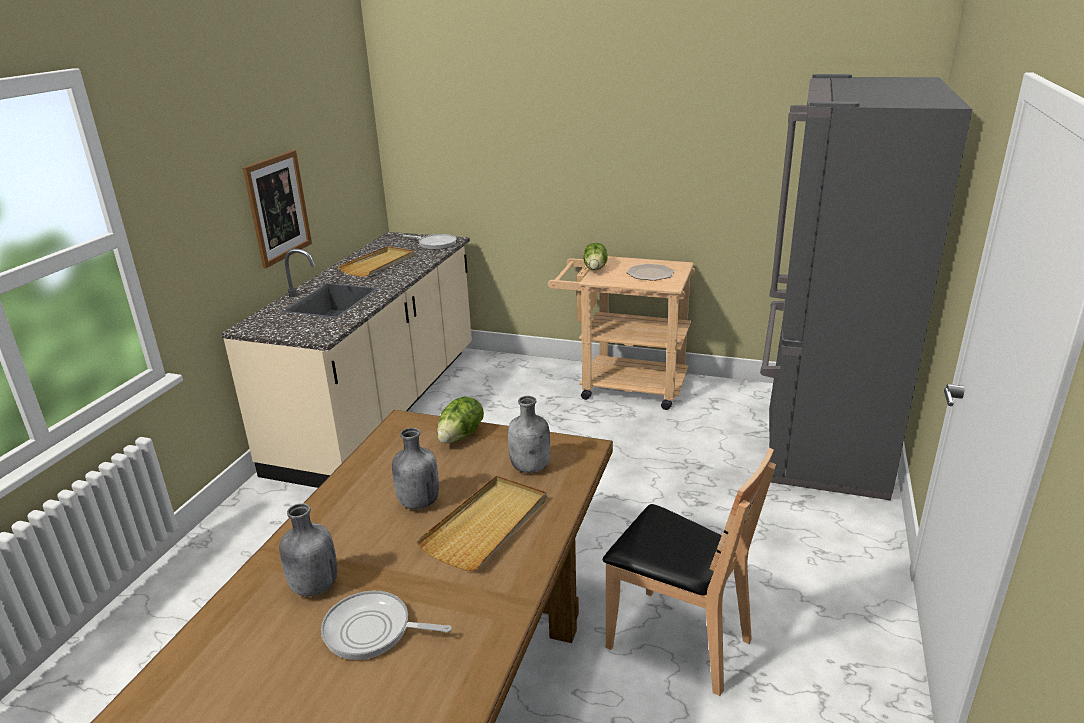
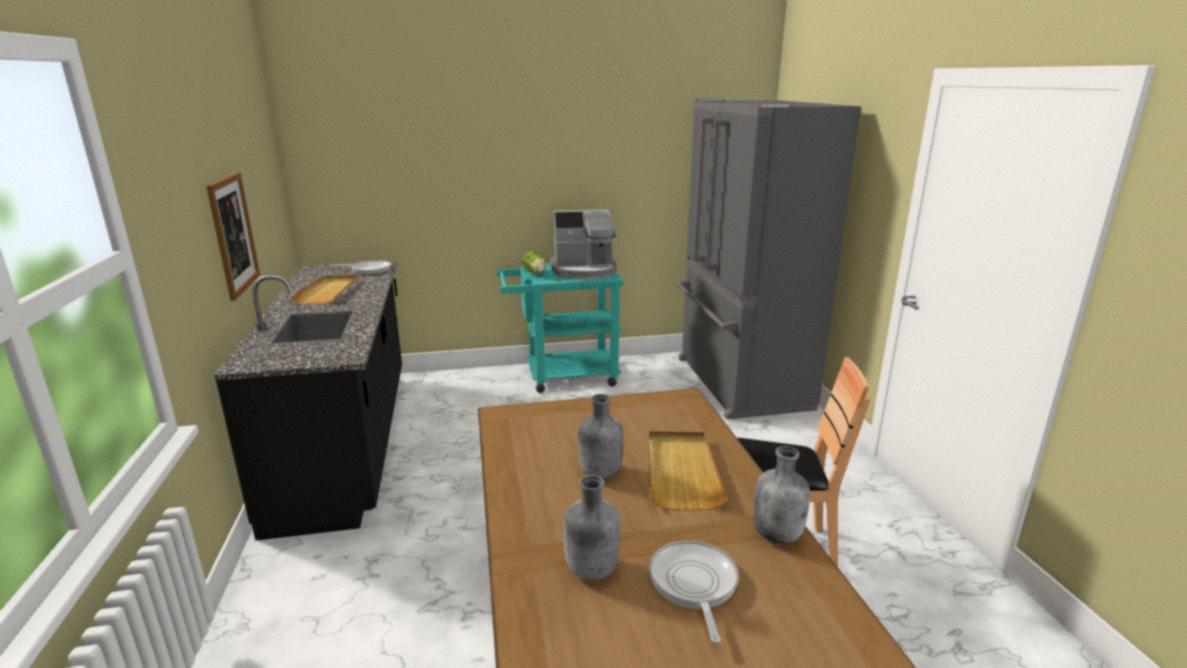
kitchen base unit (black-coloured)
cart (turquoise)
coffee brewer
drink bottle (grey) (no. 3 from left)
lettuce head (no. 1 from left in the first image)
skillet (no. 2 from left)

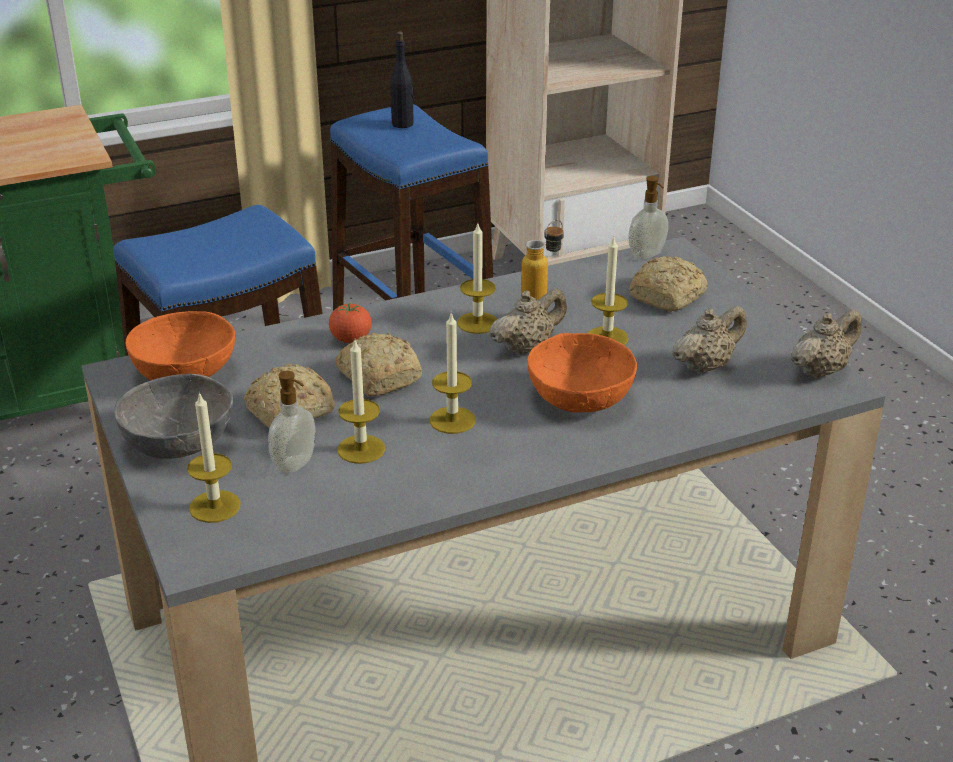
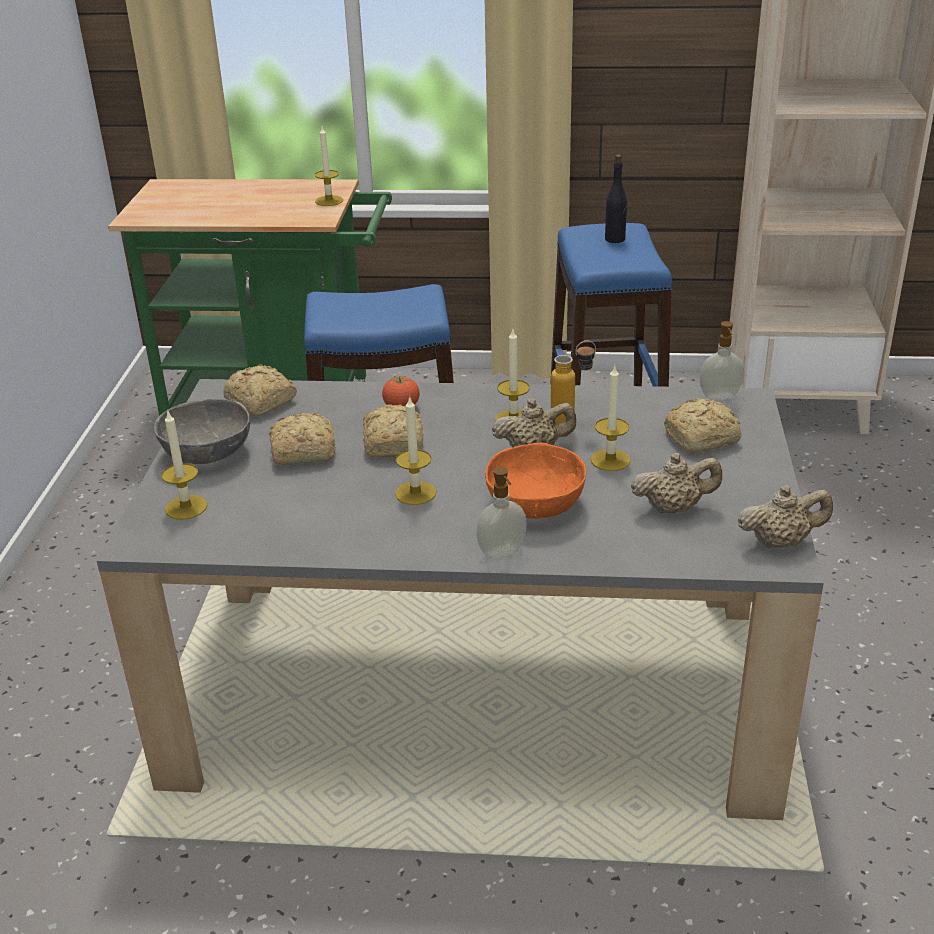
baked bread (no. 1 from left)
wax light (no. 2 from left)
soap bottle (no. 1 from left)

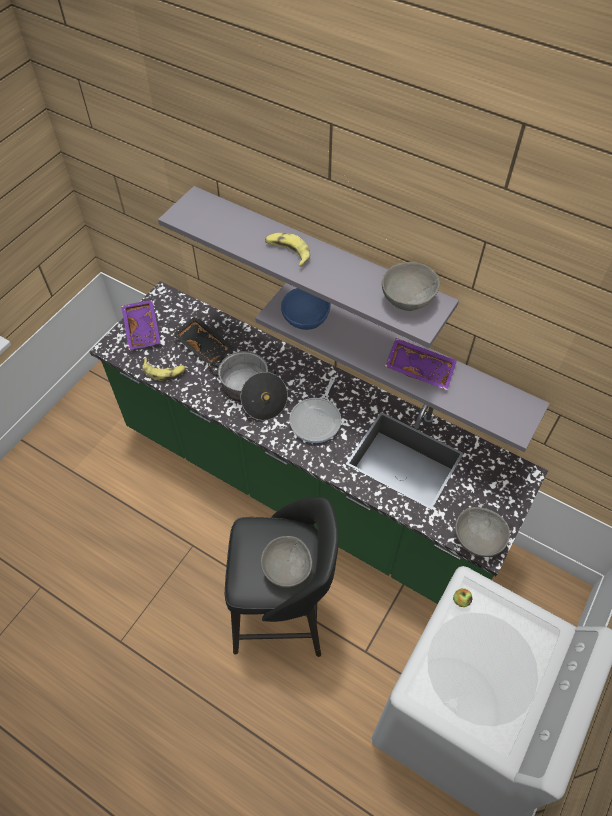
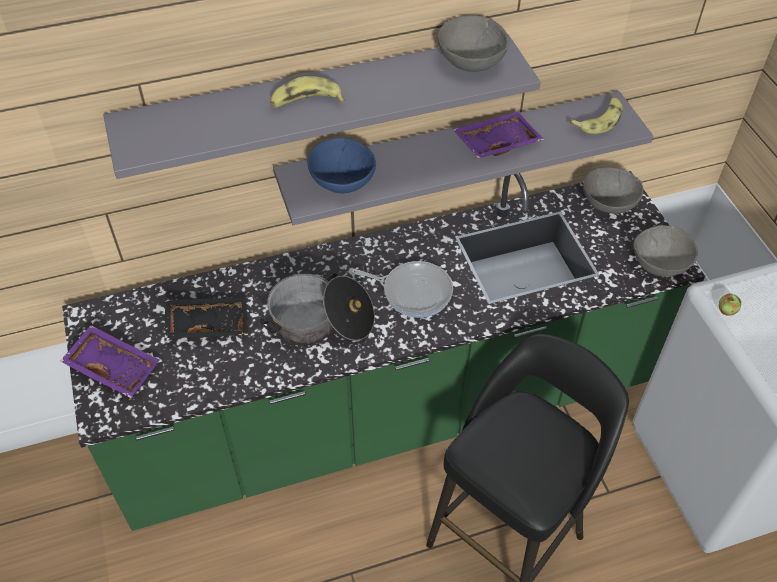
whole banana (no. 2 from left)
skillet
deep dish (grey) (no. 2 from left)

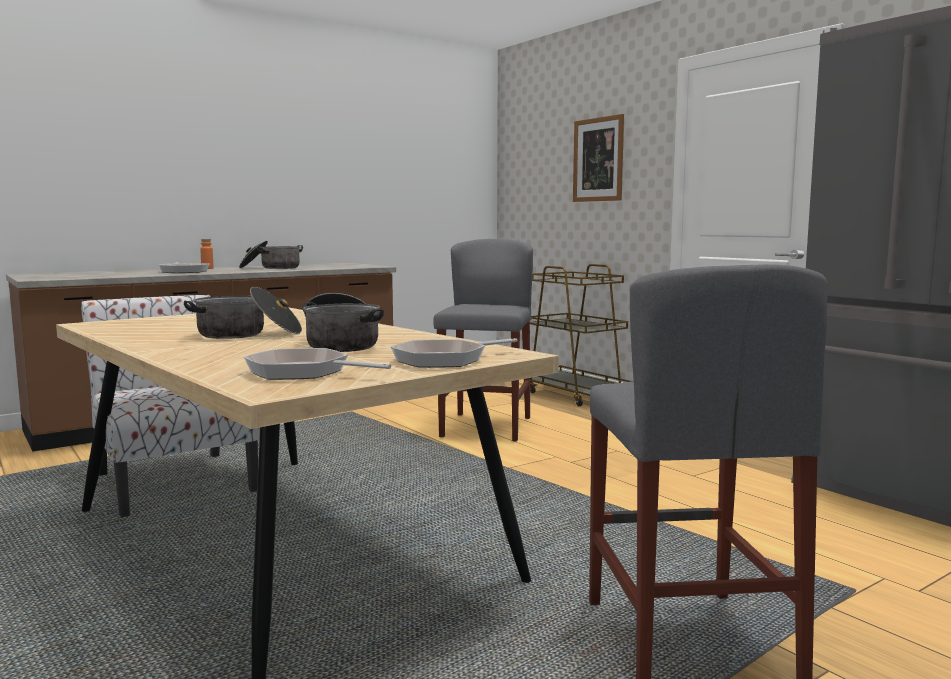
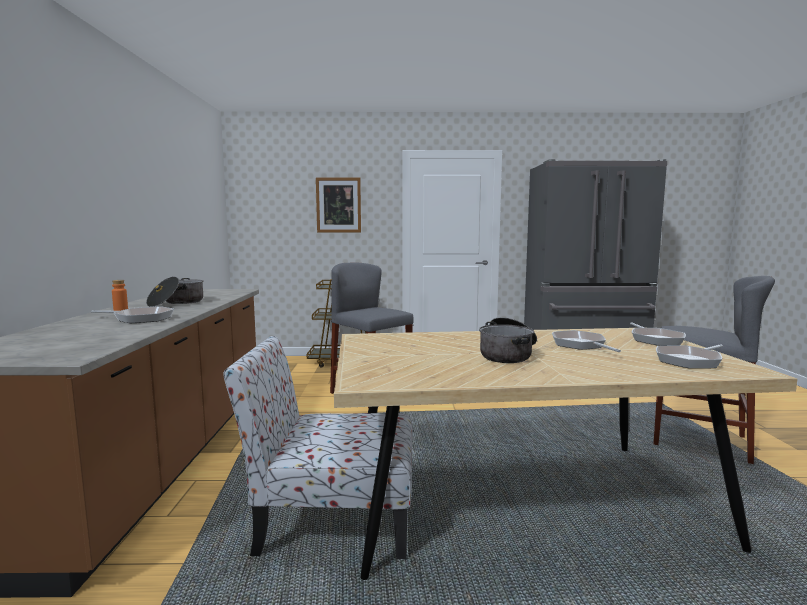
skillet (no. 2 from left)

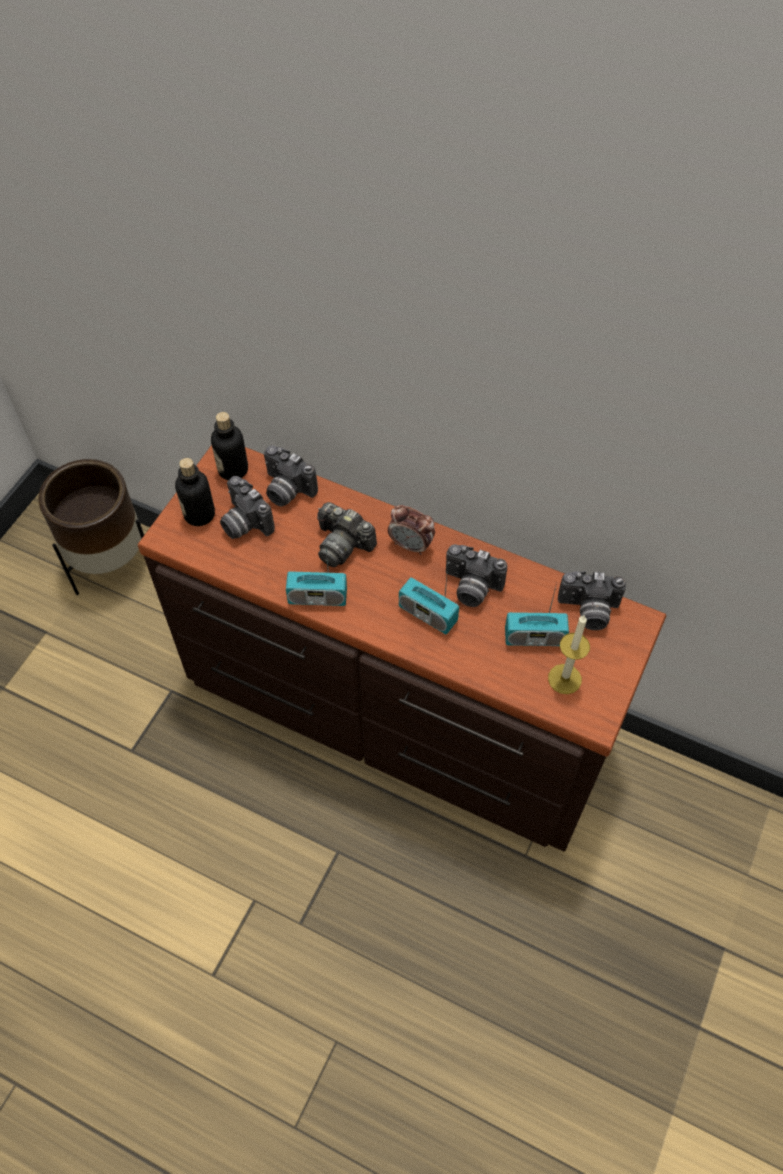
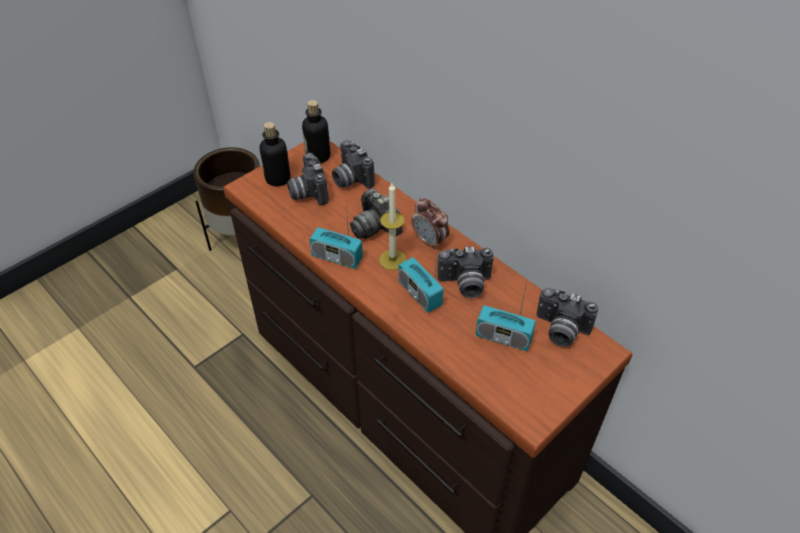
still camera (no. 4 from left)
wax light

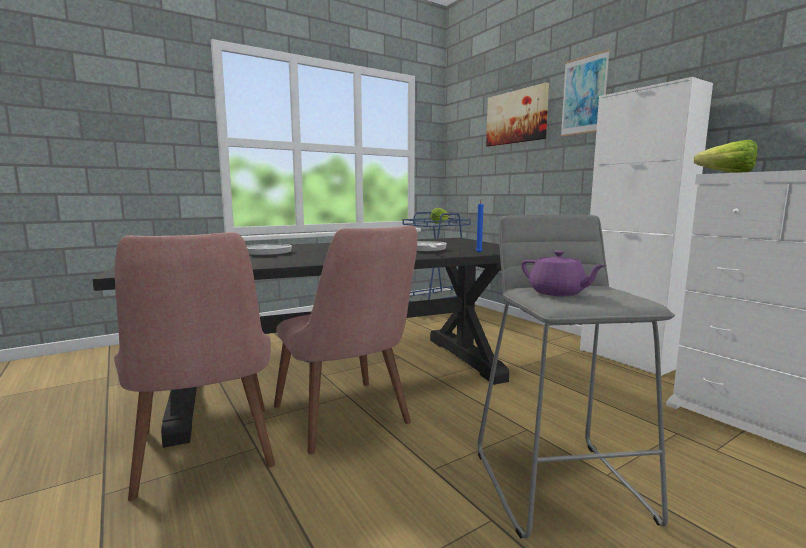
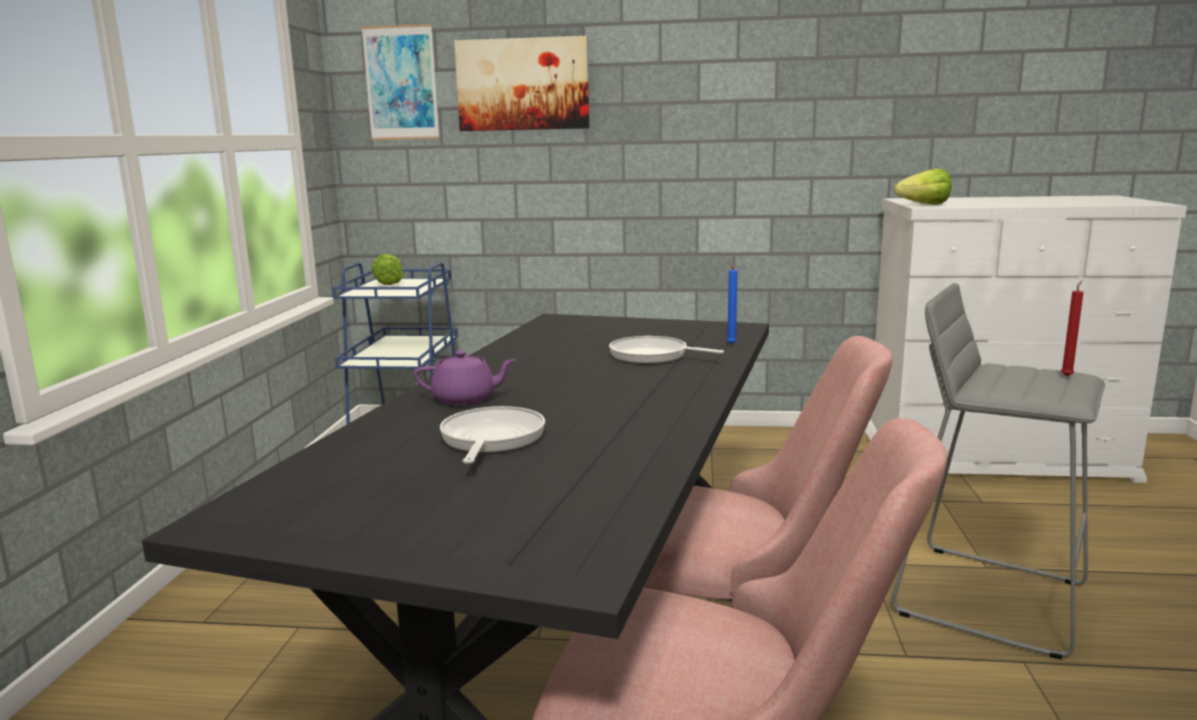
wall picture (no. 1 from left)
cabinet (white)
pot for tea (purple-coloured)
wax light (red)

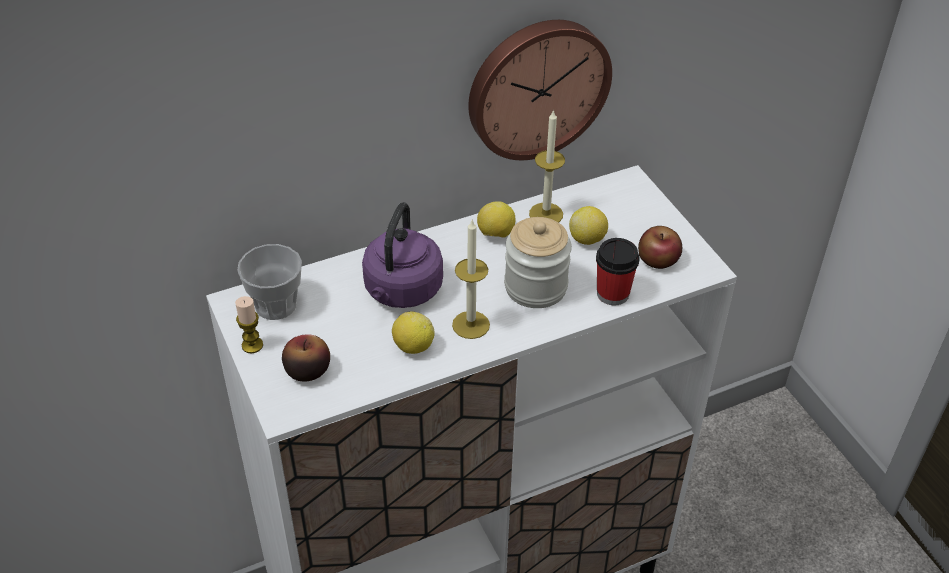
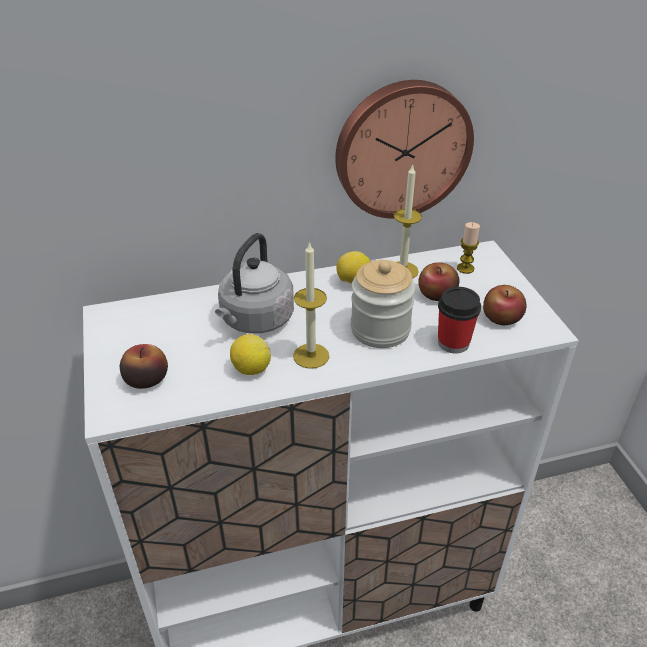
kettle (grey)
whole apple (no. 2 from left)
cup (no. 1 from left in the first image)
wax light (no. 3 from left)

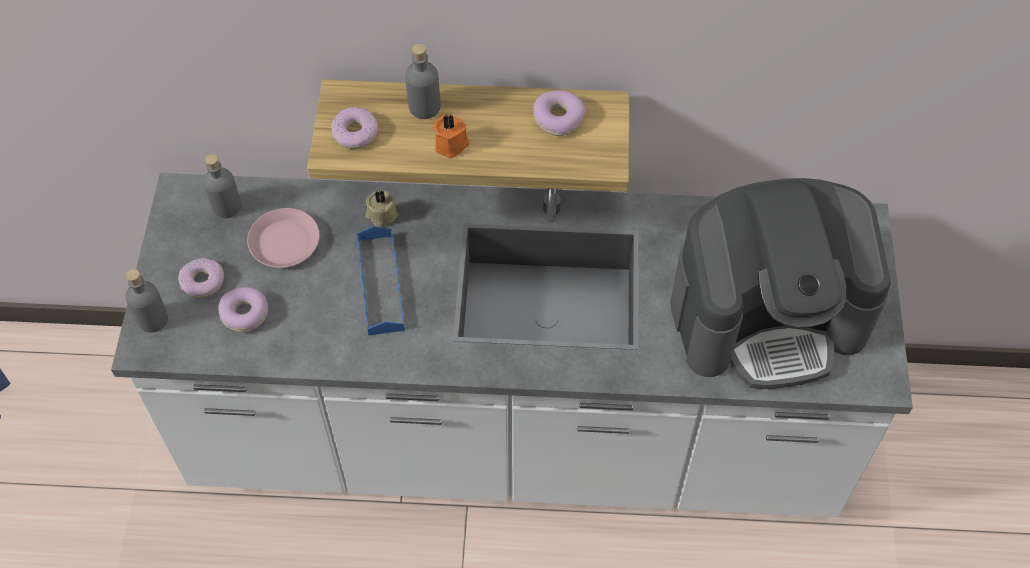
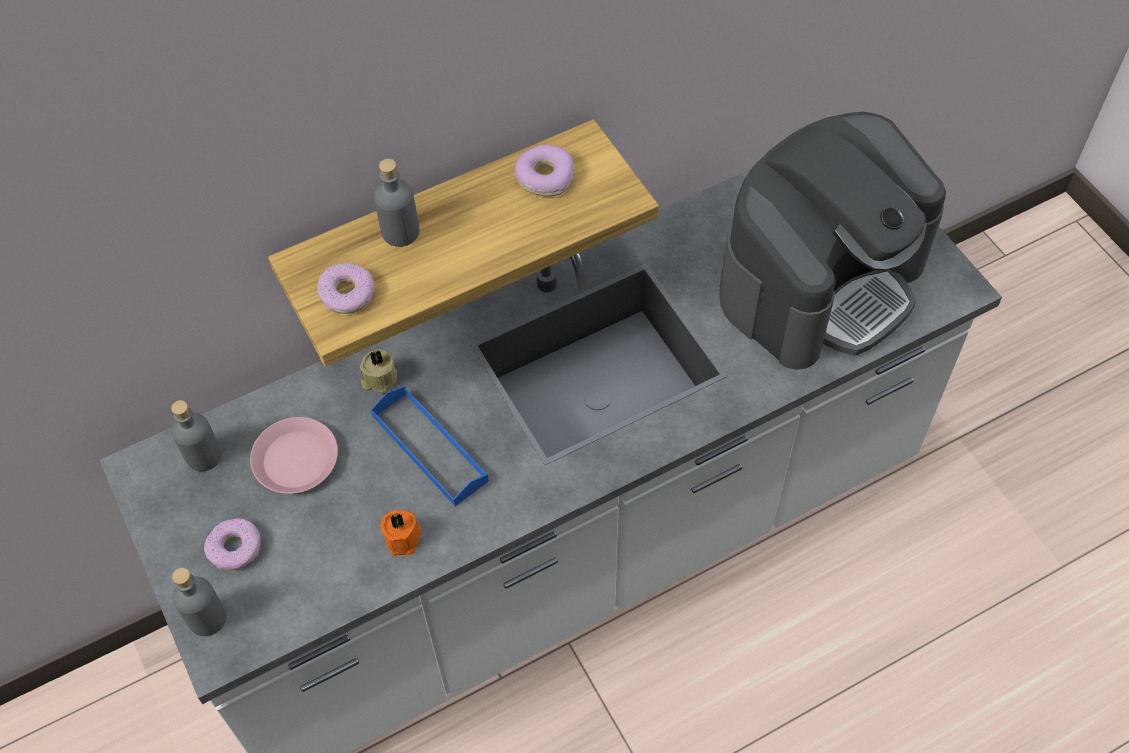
wax light (orange-coloured)
doughnut (no. 2 from left in the first image)

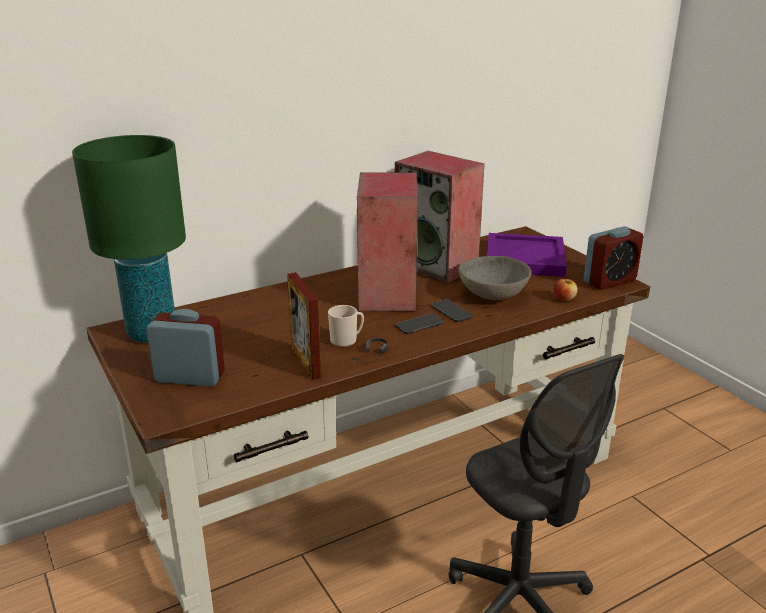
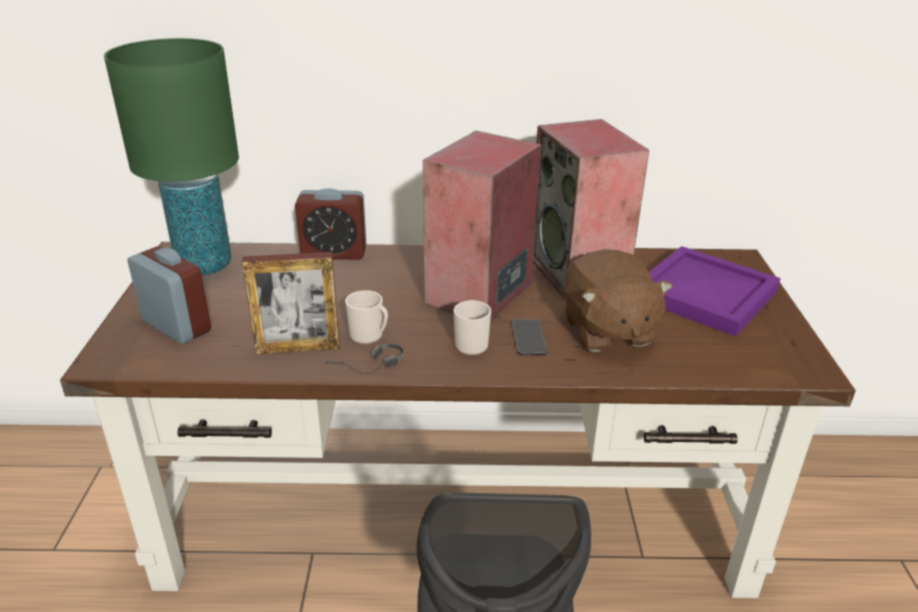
bedside clock (no. 2 from left)
plush toy (brown)
standing frame
whole apple
mug (no. 2 from left)

